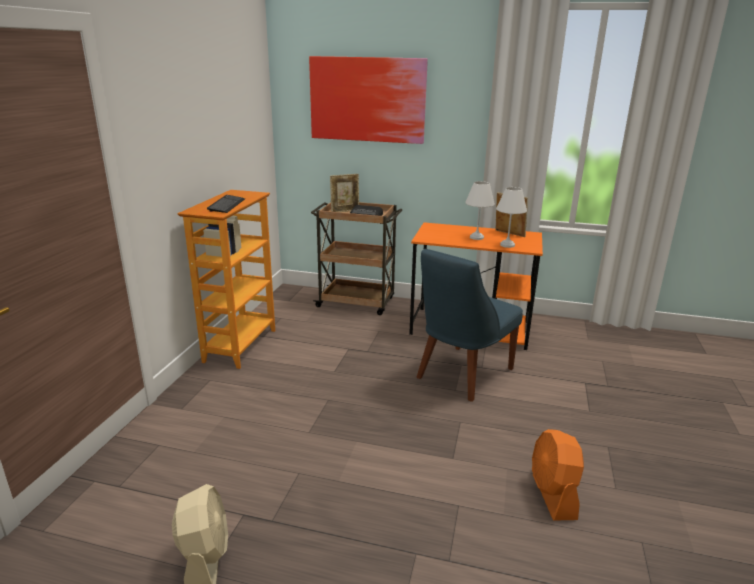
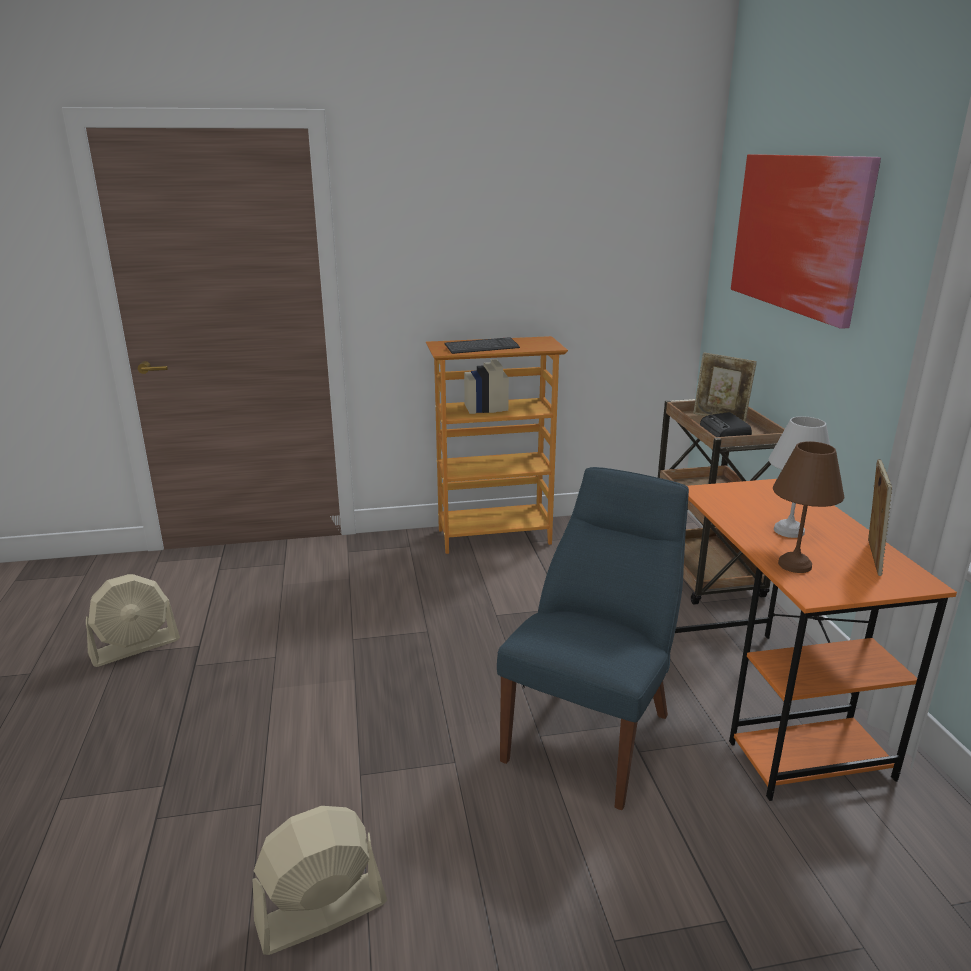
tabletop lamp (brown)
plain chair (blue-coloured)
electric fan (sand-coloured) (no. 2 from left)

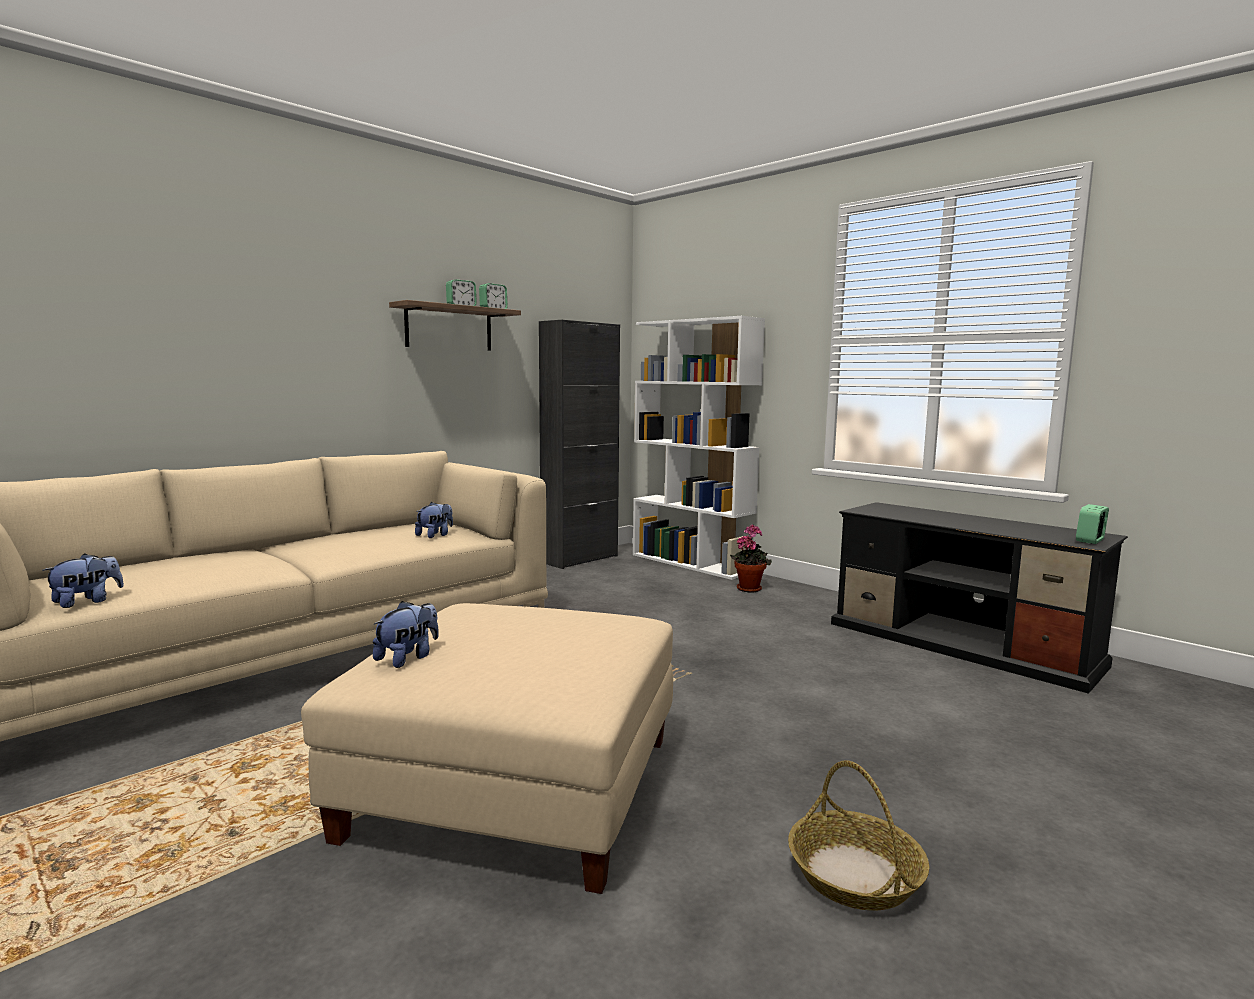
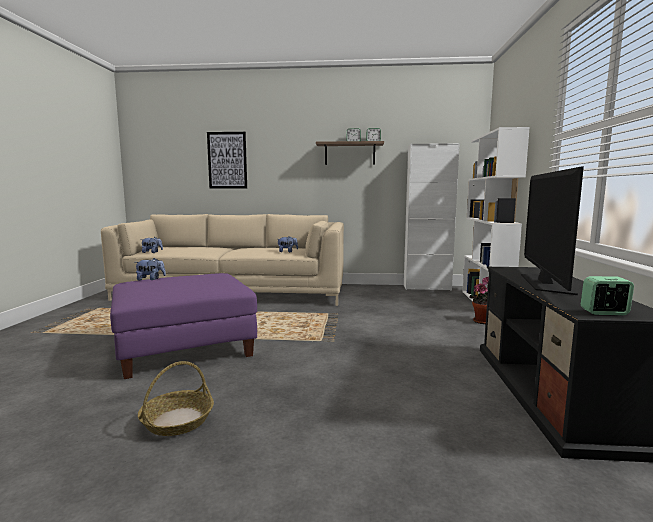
cabinet (white)
ottoman (purple-coloured)
wall picture
TV

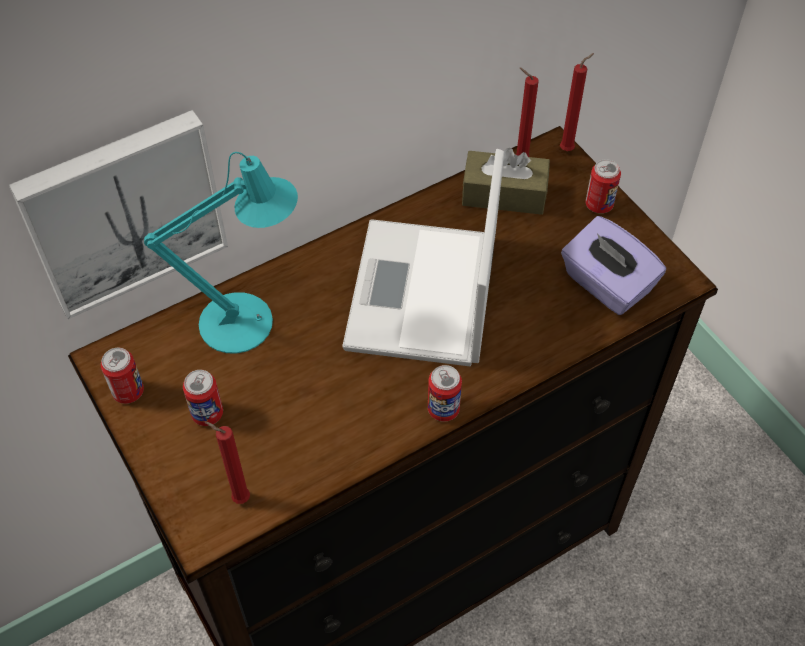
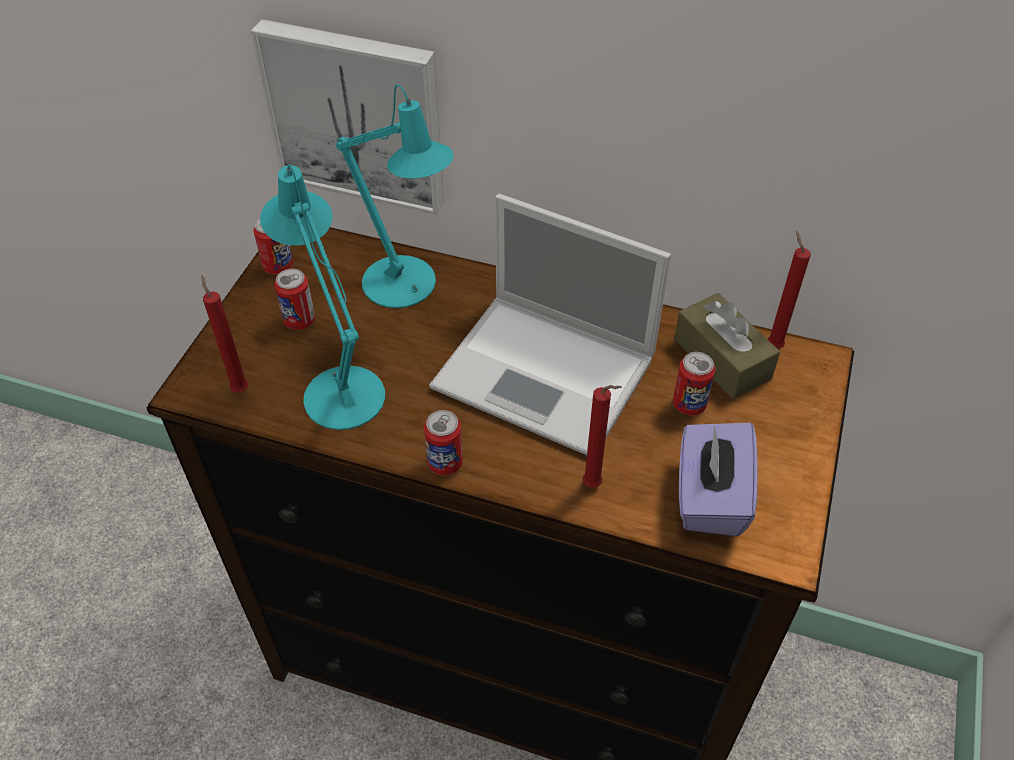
wax light (red) (no. 2 from left)
portable computer
sealed can (no. 4 from left)
tabletop lamp (turquoise) (no. 1 from left)

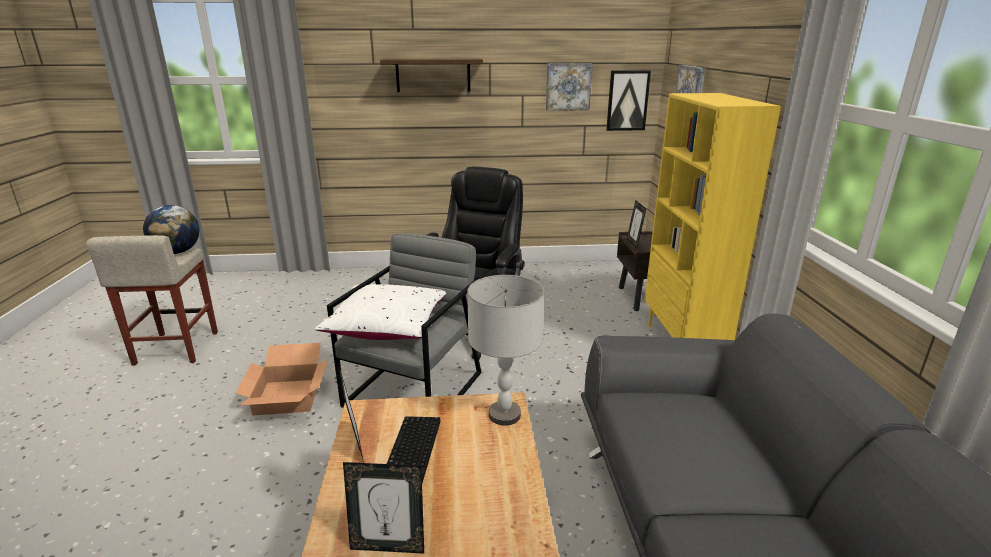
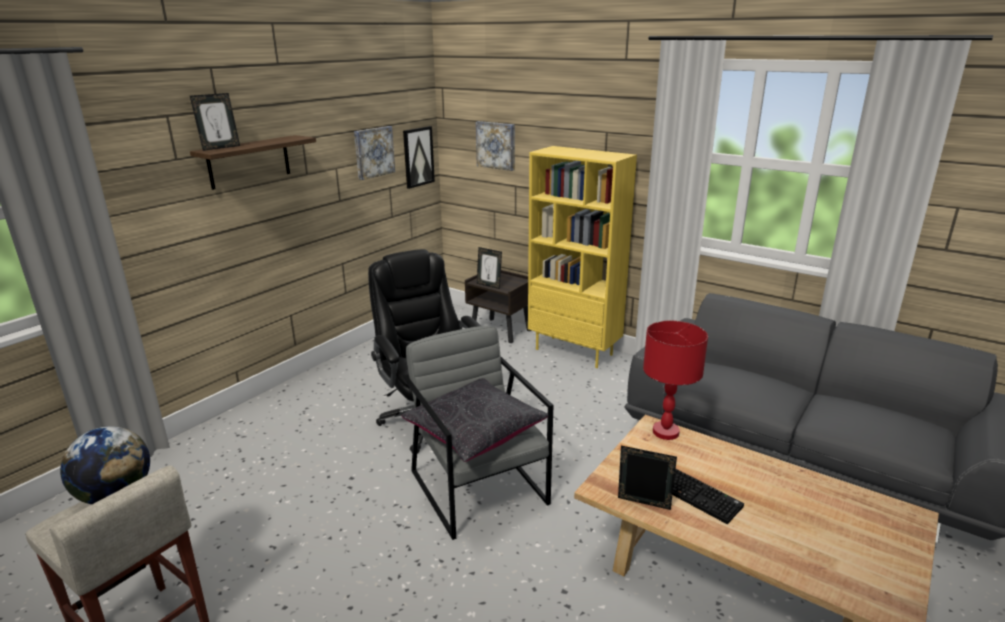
tabletop lamp (red)
pillow (black-coloured)
packing box
standing frame (no. 1 from left)

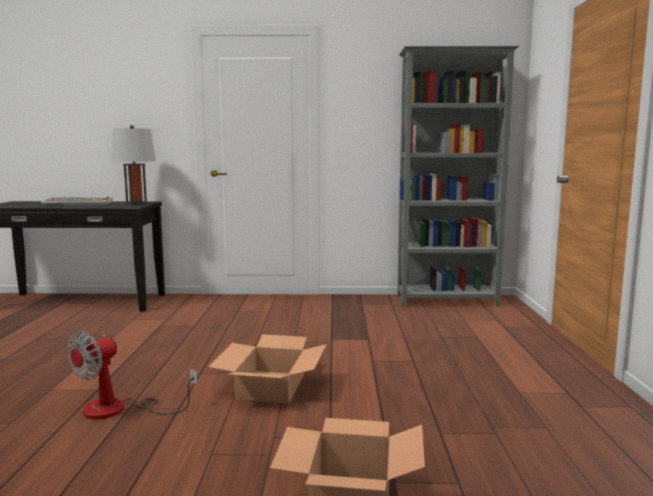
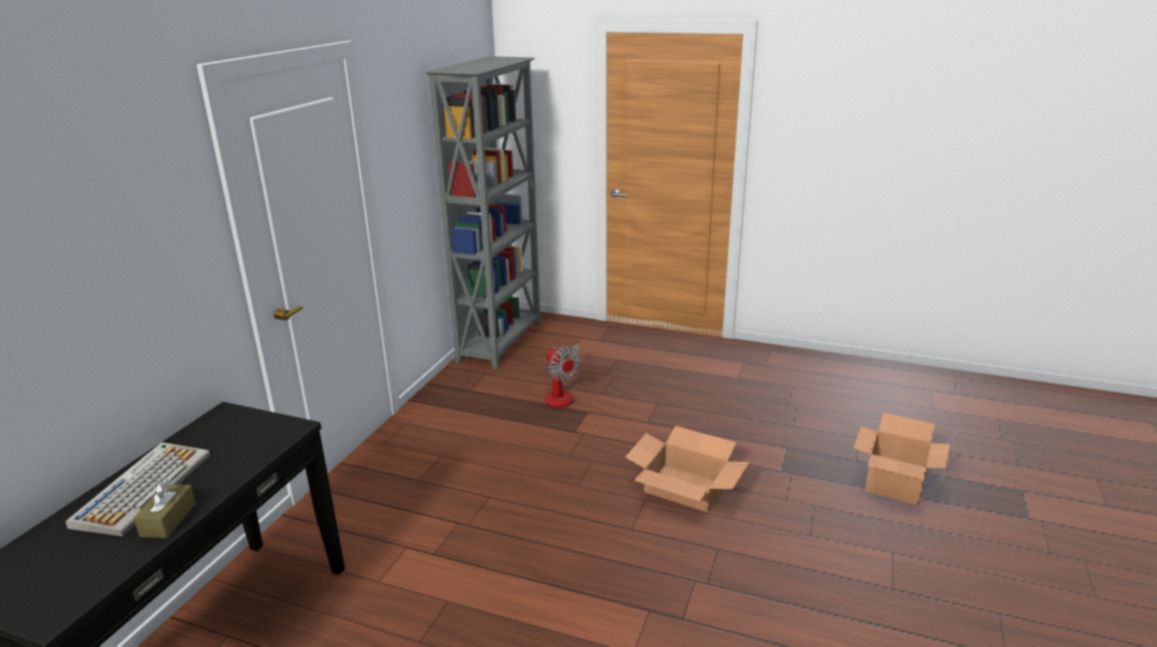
tabletop lamp (grey)
electric fan
box of tissues (brown)

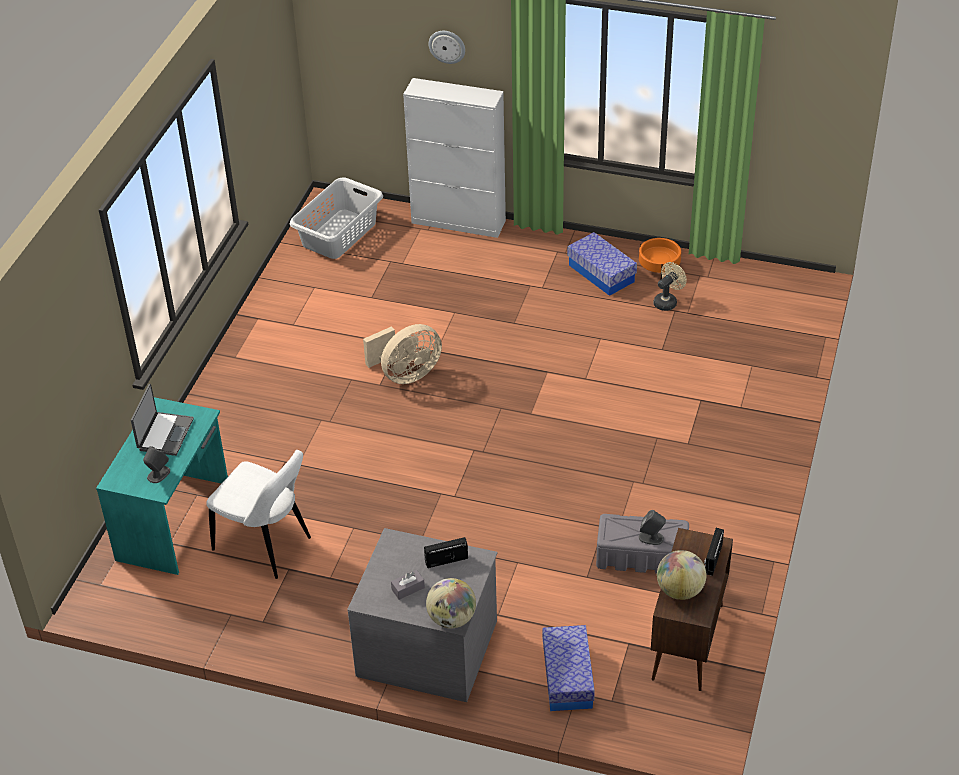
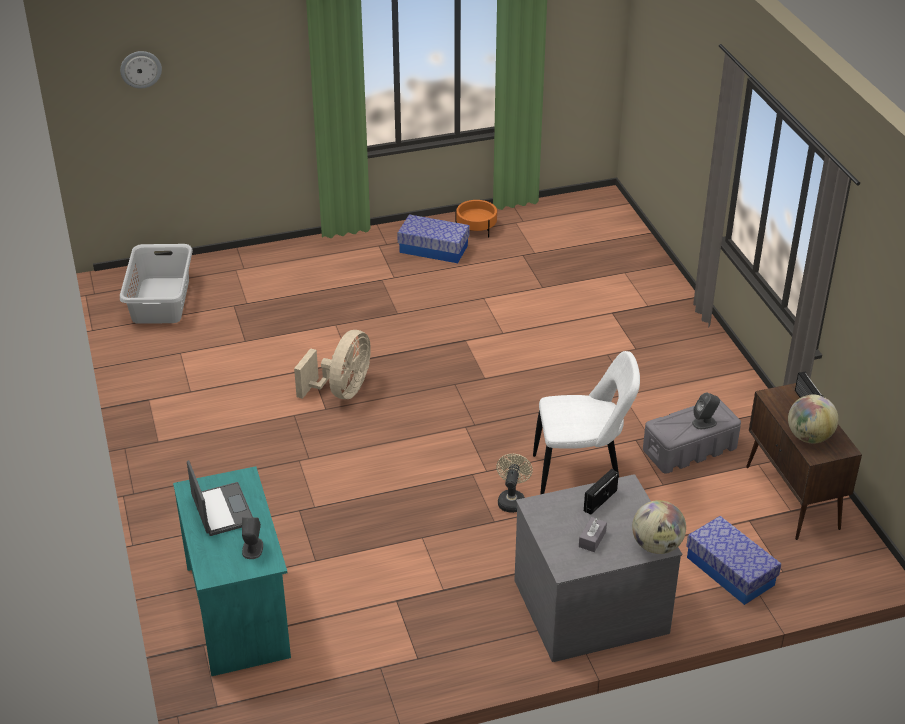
hanging clock
cabinet (white)
electric fan (sand-coloured) (no. 2 from left)
plain chair (white)

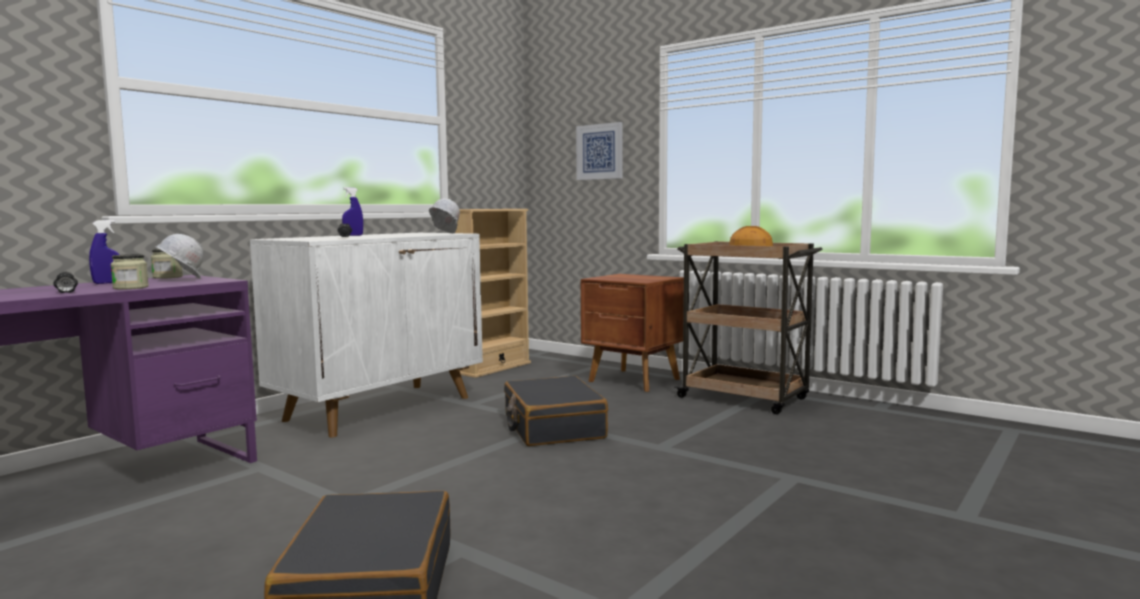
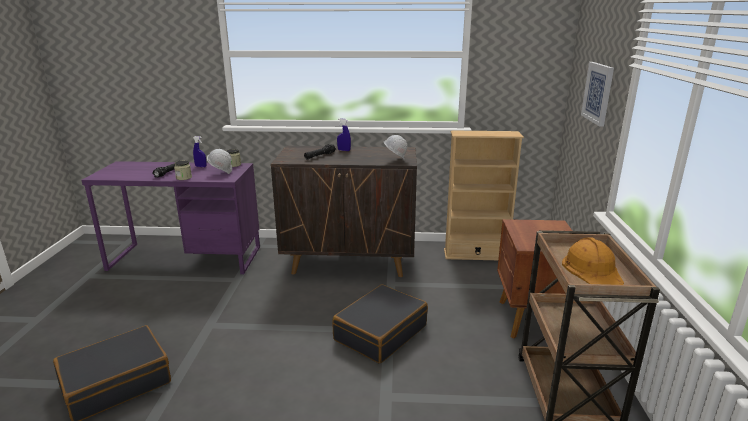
cabinet (brown)

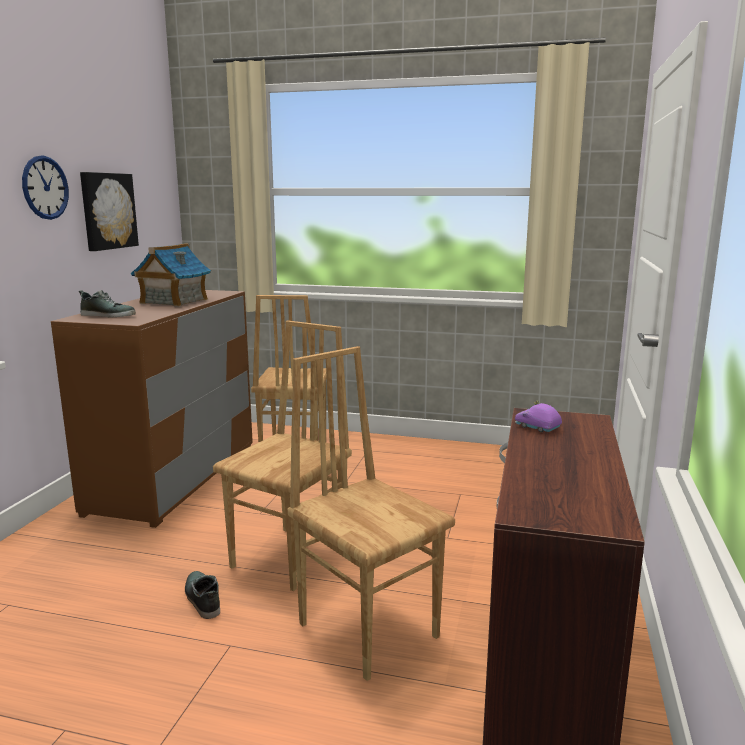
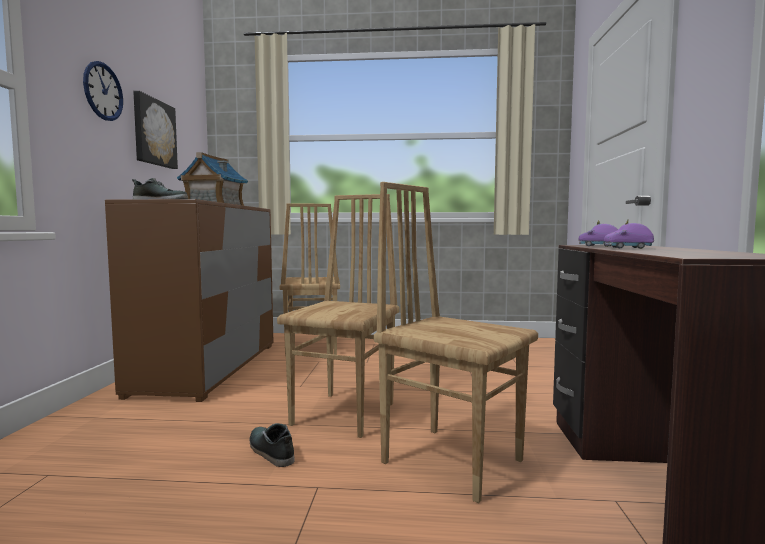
toy car (purple-coloured) (no. 2 from left)

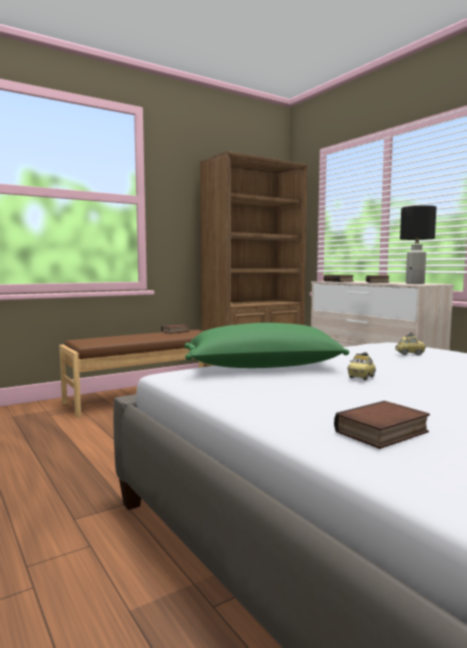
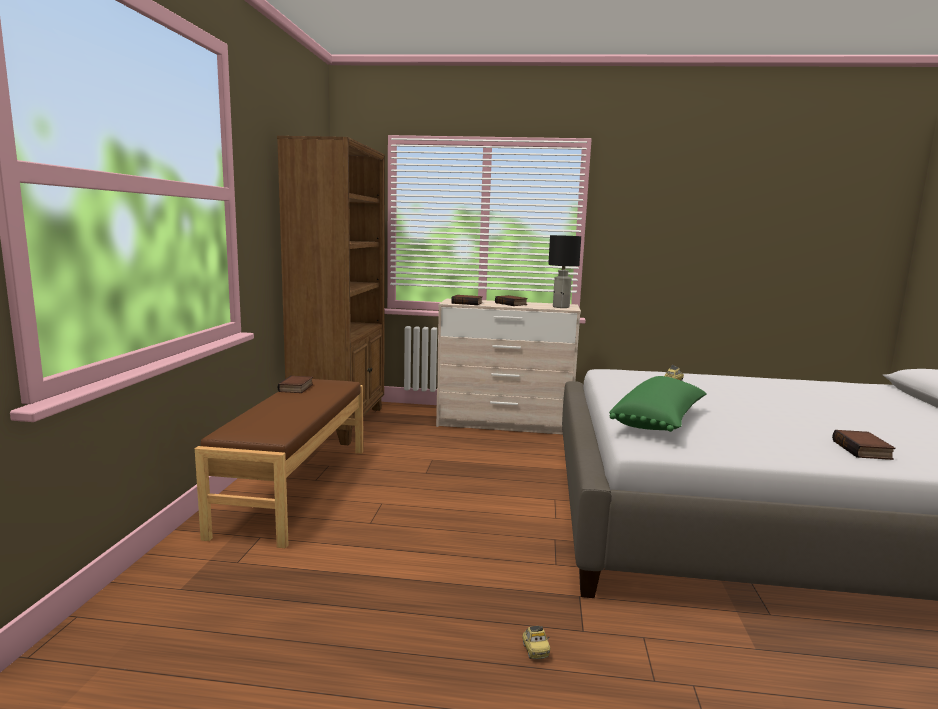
toy car (no. 1 from left)

